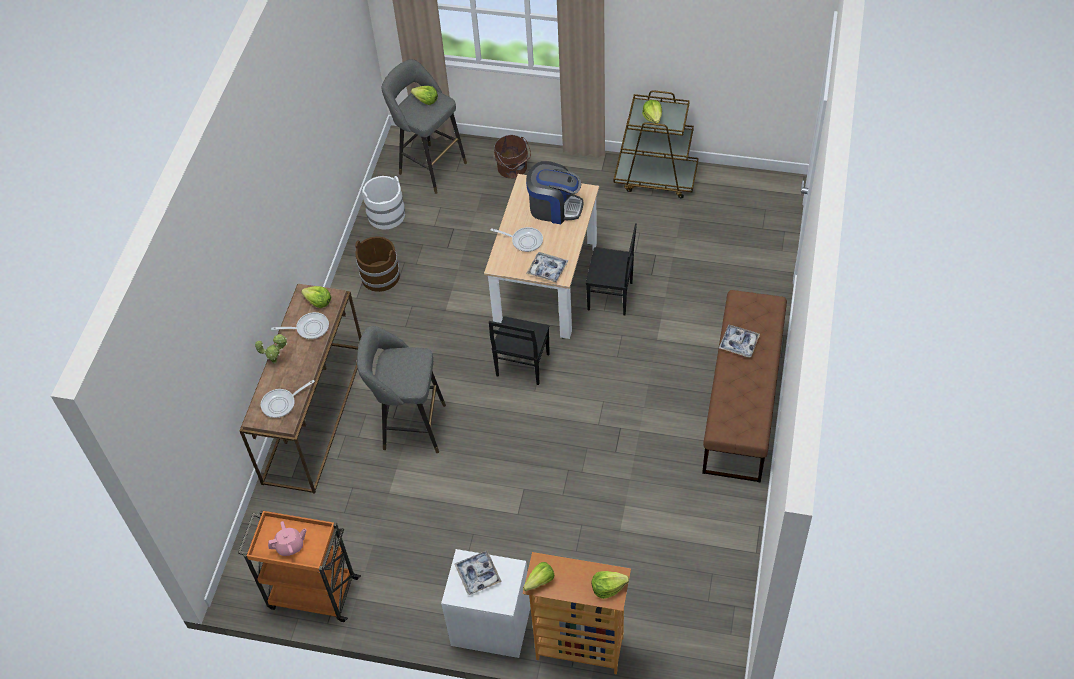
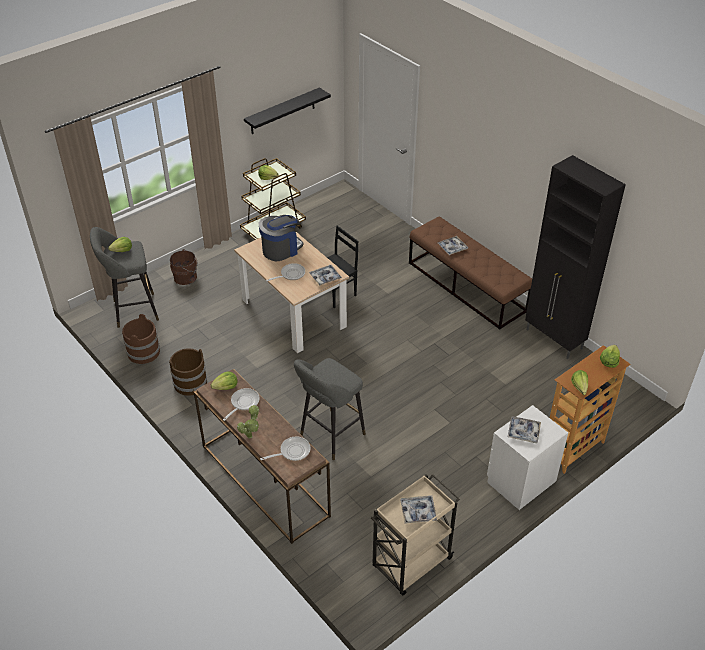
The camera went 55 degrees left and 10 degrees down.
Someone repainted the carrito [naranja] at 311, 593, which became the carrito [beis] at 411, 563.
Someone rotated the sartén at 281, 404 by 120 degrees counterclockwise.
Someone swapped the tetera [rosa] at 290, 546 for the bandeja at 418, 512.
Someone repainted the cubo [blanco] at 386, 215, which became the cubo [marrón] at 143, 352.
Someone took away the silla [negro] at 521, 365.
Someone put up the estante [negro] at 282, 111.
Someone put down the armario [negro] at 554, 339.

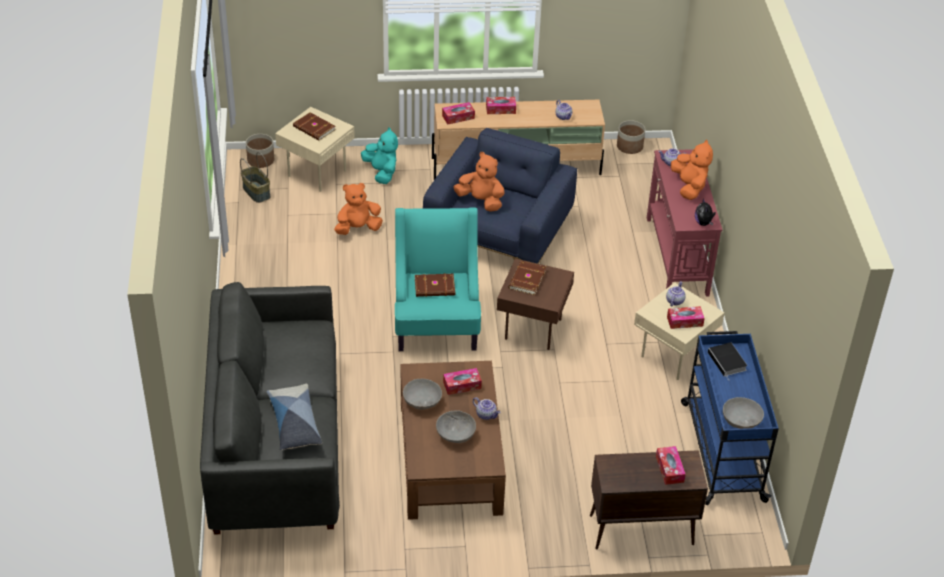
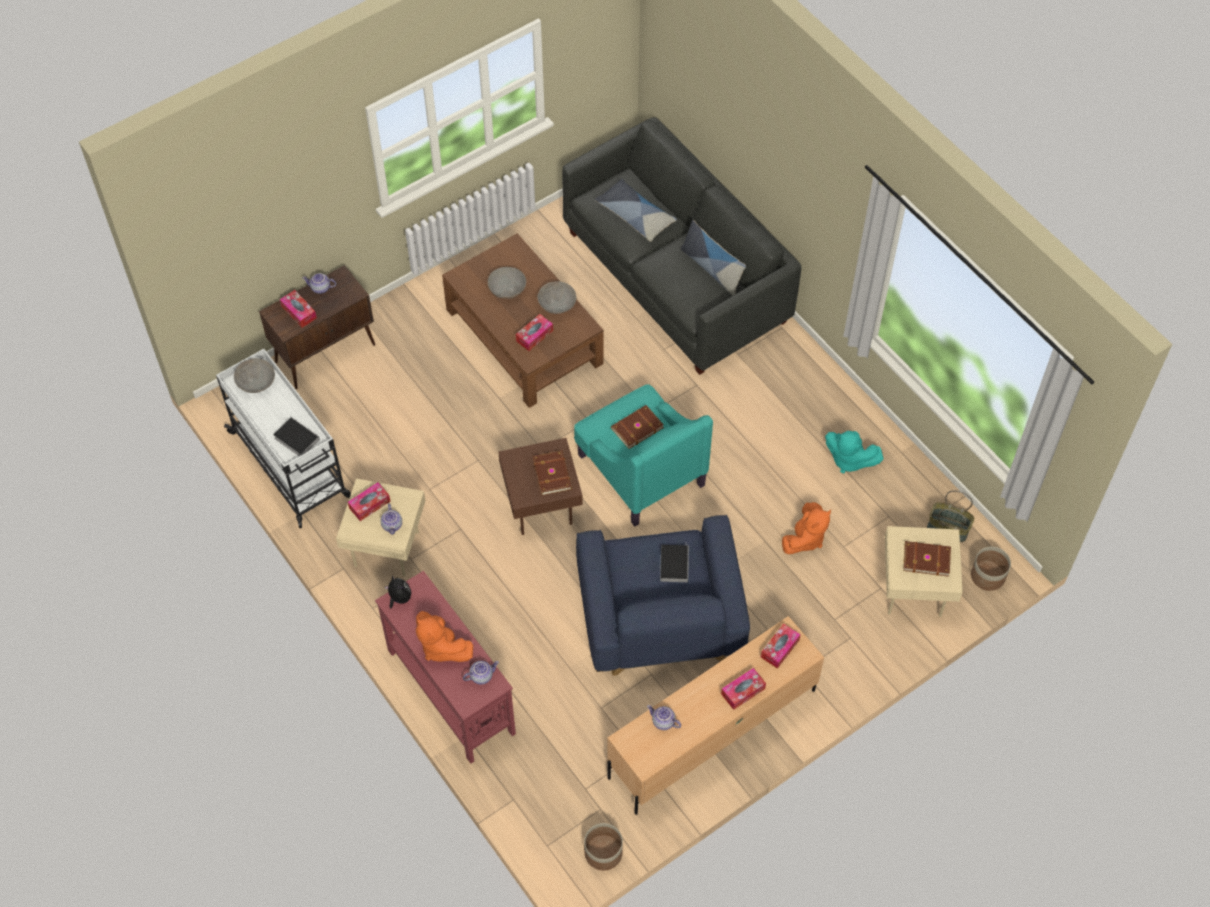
The camera went 150 degrees right and 15 degrees up.
Someone carried the peluche [turquesa] from 381, 172 to 848, 460.
Someone swapped the peluche [naranja] at 481, 201 for the libro at 674, 563.
Someone carried the tetera from 486, 414 to 320, 288.
Someone repainted the carrito [azul] at 722, 450, which became the carrito [blanco] at 291, 466.
Someone put down the cojín at 711, 269.

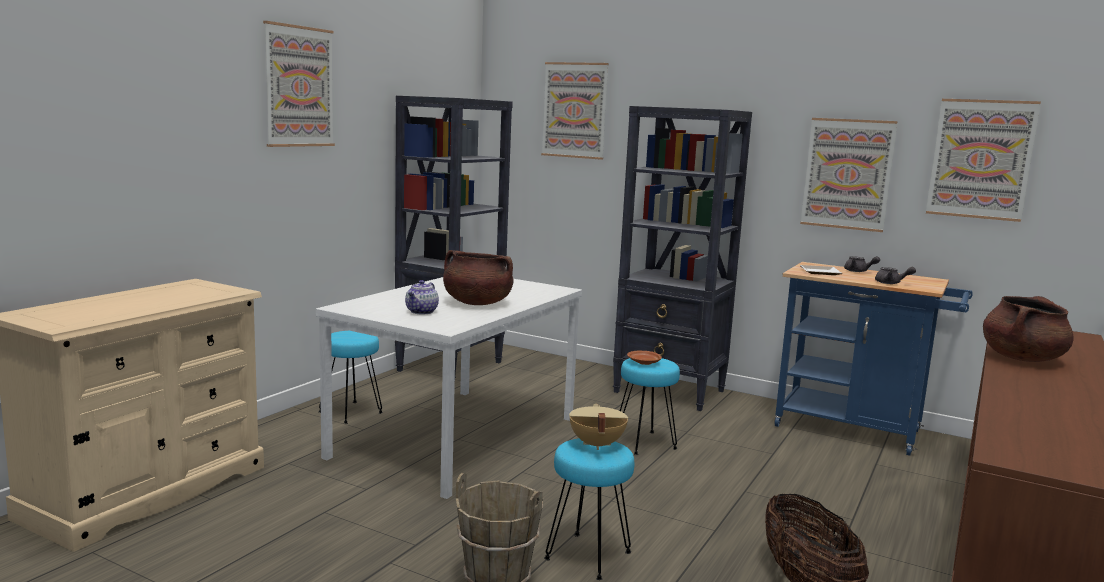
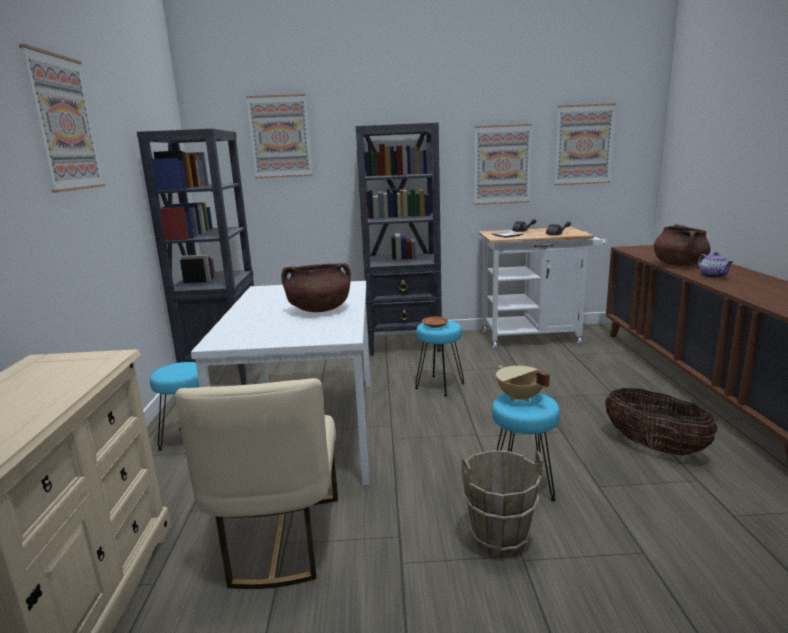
The camera went 30 degrees left and 5 degrees up.
Someone carried the tetera from 421, 312 to 713, 276.
Someone repainted the carrito [azul] at 857, 430, which became the carrito [blanco] at 536, 336.
Someone put down the silla [beis] at 278, 540.

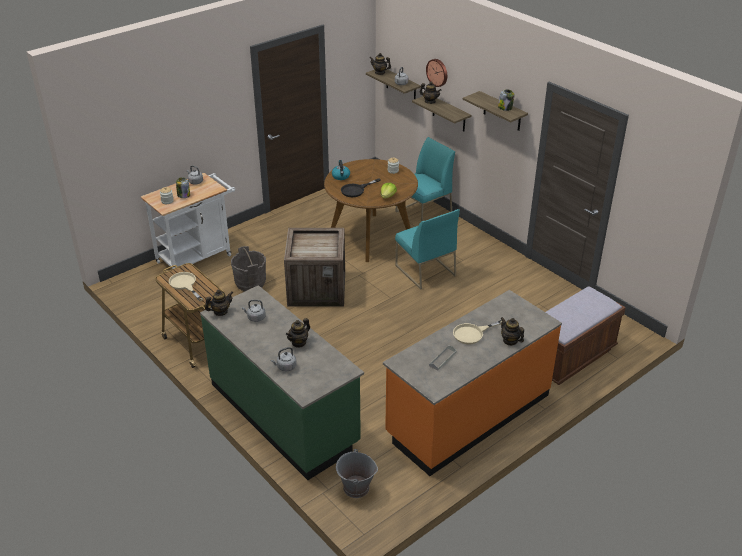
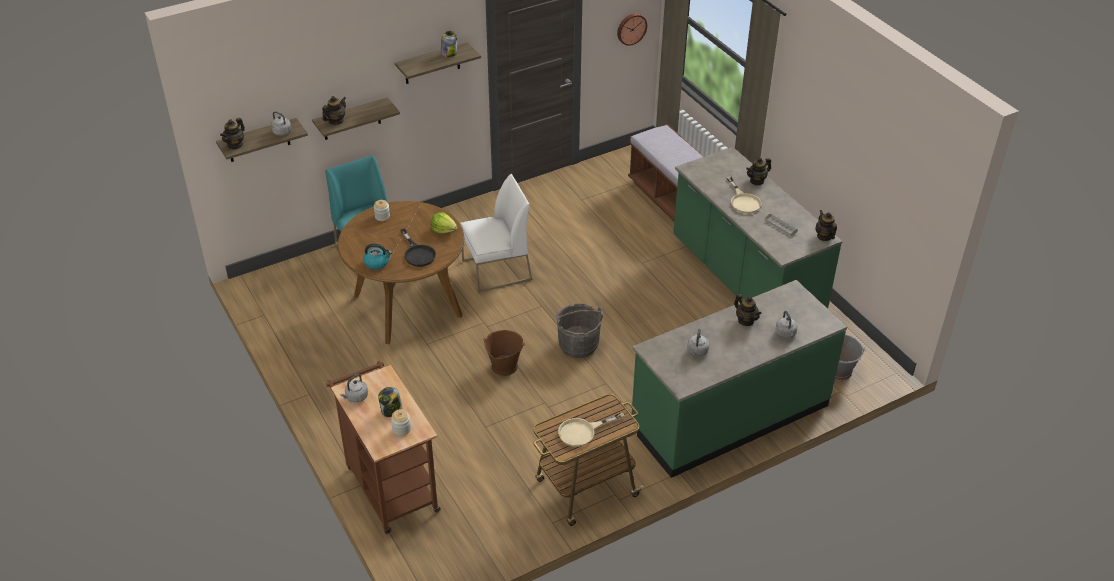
The camera went 80 degrees left and 5 degrees up.
Someone repainted the carrito [blanco] at 198, 257, which became the carrito [marrón] at 389, 485.
Someone carried the tetera from 220, 312 to 824, 236.
Someone carried the cubo [gris] from 250, 283 to 578, 345.
Someone swapped the caja de embalaje at 317, 288 for the cubo [marrón] at 504, 366.
Someone repainted the mueble bajo de cocina [naranja] at 467, 415, which became the mueble bajo de cocina [verde] at 744, 280.
Someone repainted the silla [turquesa] at 424, 270, which became the silla [blanco] at 496, 270.
Someone carried the reloj de pared from 437, 72 to 631, 28.

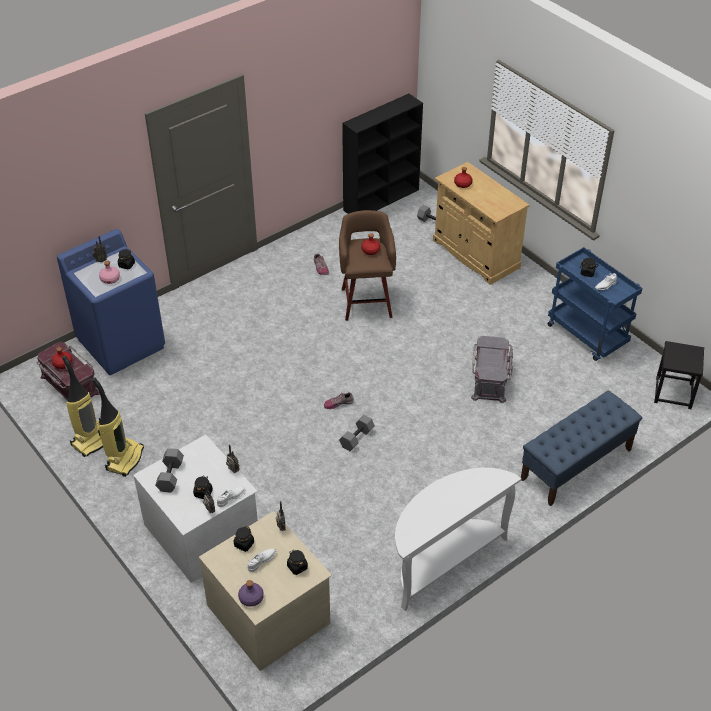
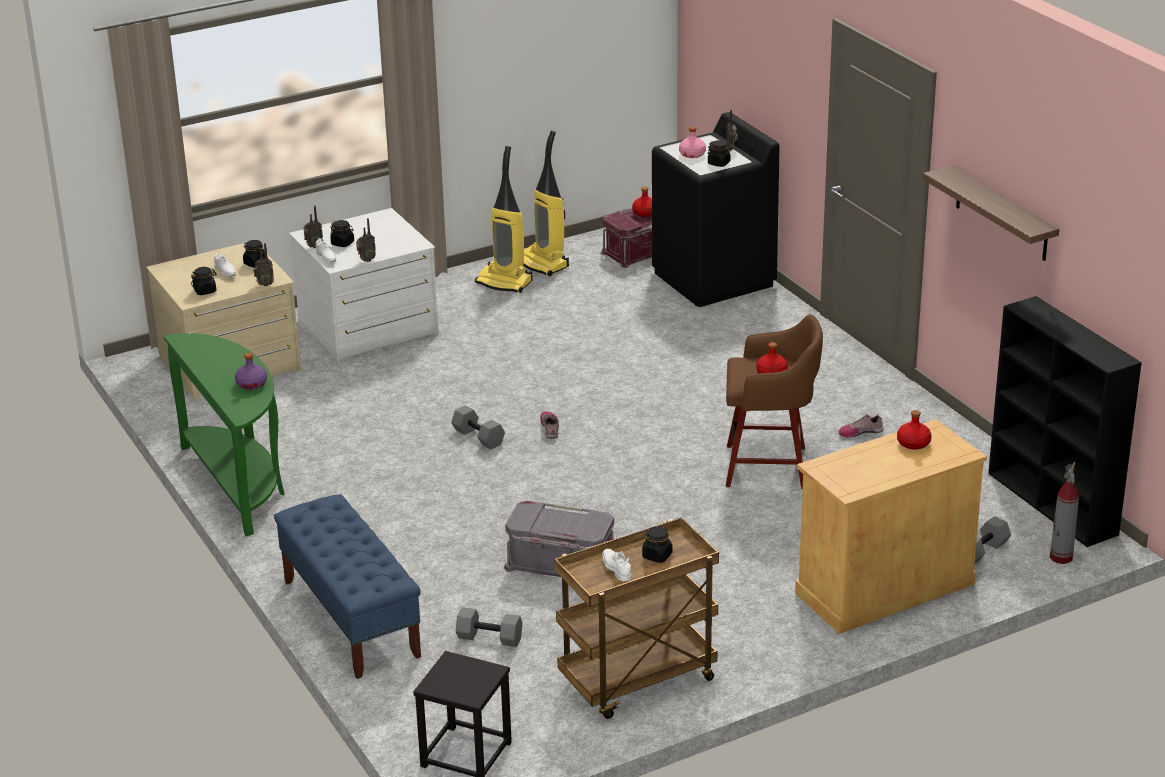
The camera went 100 degrees right and 15 degrees down.
Someone repainted the lavadora [azul] at 121, 343, which became the lavadora [negro] at 714, 279.
Someone carried the mancuerna [gris] from 171, 476 to 488, 638.
Someone carried the botella [morado] from 251, 598 to 251, 384.
Someone repainted the mesa consola [blanco] at 444, 561, which became the mesa consola [verde] at 238, 484.
Someone repainted the carrito [azul] at 587, 335, which became the carrito [marrón] at 637, 682.
Someone put up the estante at 1001, 214.
Someone put down the extintor at 1061, 557.

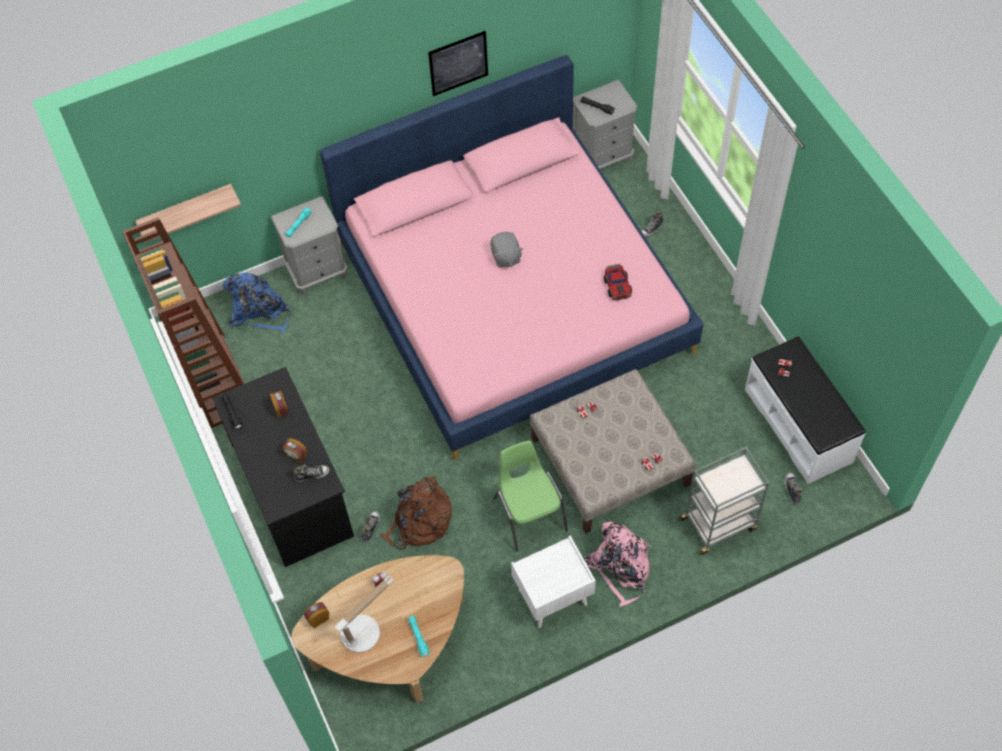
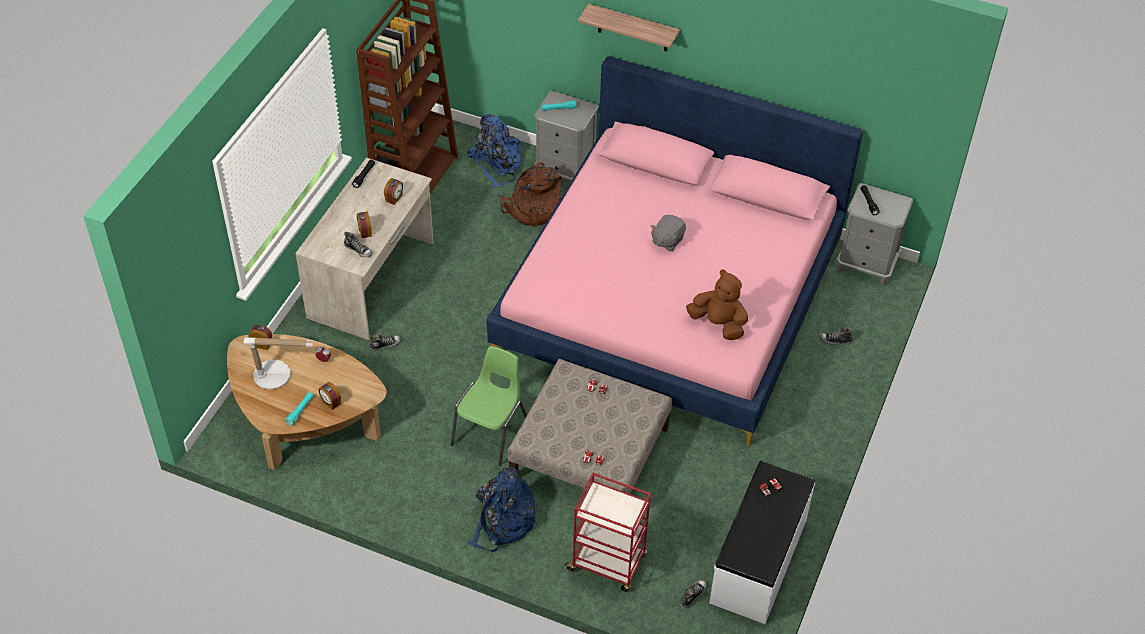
The camera went 45 degrees right and 10 degrees down.
Someone carried the estante from 186, 211 to 633, 28.
Someone repainted the escritorio [negro] at 293, 489, which became the escritorio [beis] at 372, 280.
Someone carried the mochila [marrón] from 419, 522 to 532, 209.
Someone took away the cuadro at 458, 63.
Someone took away the mesita de noche [blanco] at 552, 598.
Someone repainted the mochila [rosa] at 621, 567, which became the mochila [azul] at 502, 522.
Someone swapped the coche de juguete at 617, 286 for the peluche [marrón] at 718, 324.
Someone repainted the carrito [gris] at 719, 523, which became the carrito [rojo] at 608, 563.
Someone put down the despertador at 330, 402.

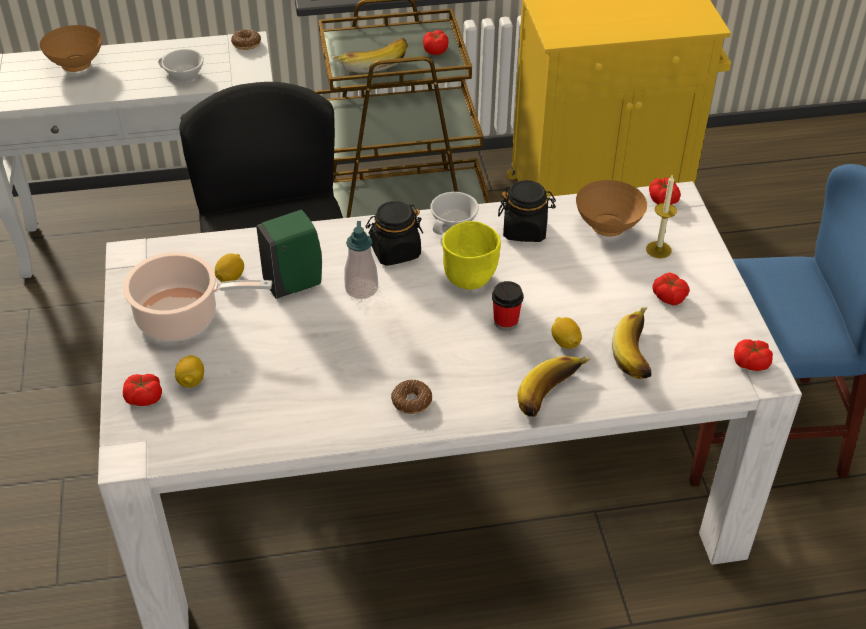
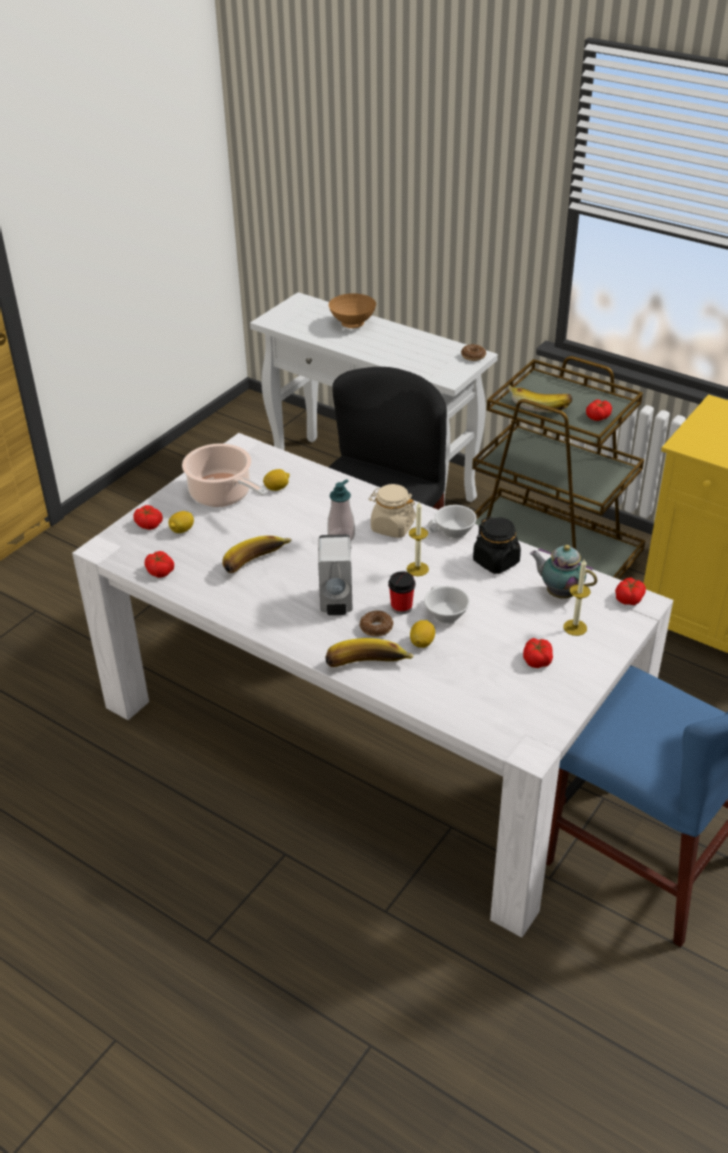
The camera went 45 degrees right and 5 degrees down.
Someone carried the taza [blanco] from 182, 76 to 444, 614.
Someone took away the dispensador de jabón [verde] at 295, 283.
Someone repainted the tarro [negro] at 395, 251, which became the tarro [beis] at 392, 527.
Someone carried the rosquilla from 412, 401 to 376, 628.
Someone swapped the cuenco [amarillo] at 470, 277 for the vela at 417, 569.
Someone swapped the cuenco [marrón] at 608, 227 for the tetera at 559, 593.
Someone carried the plátano from 640, 354 to 257, 564.
Someone carried the tomate from 751, 362 to 160, 571.
Someone put down the dispensador de jabón [blanco] at 336, 603.

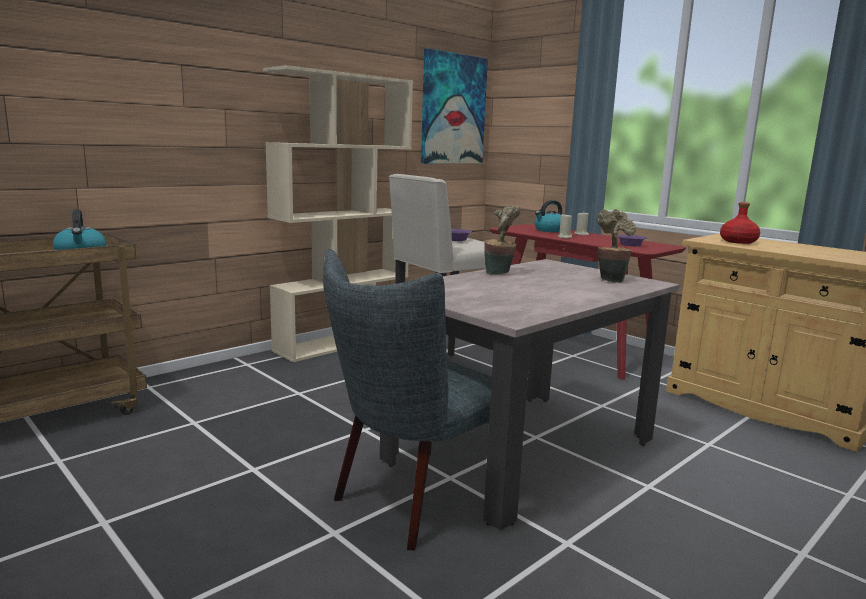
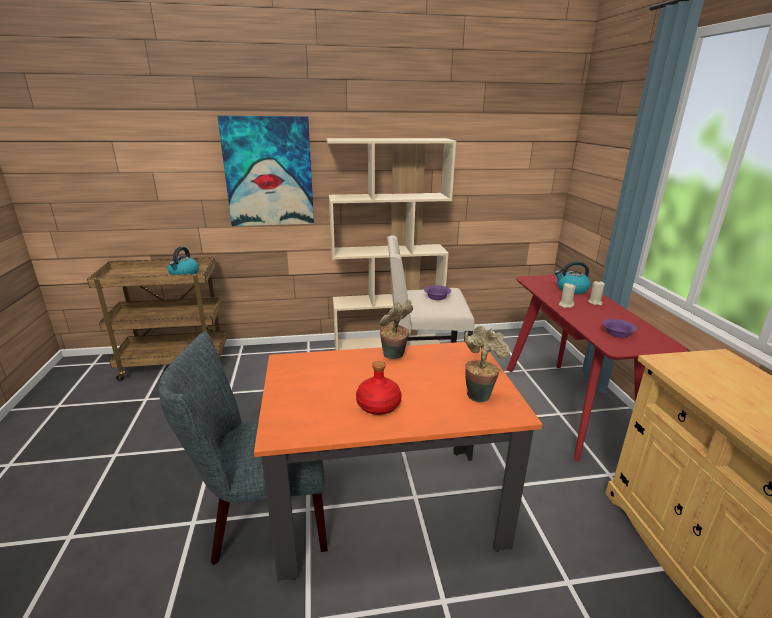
The camera went 35 degrees right and 10 degrees up.
Someone repainted the mesa de comedor [beis] at 522, 450, which became the mesa de comedor [naranja] at 387, 506.
Someone carried the cuadro from 453, 109 to 269, 172.
Someone carried the botella [rojo] from 738, 241 to 379, 405.

